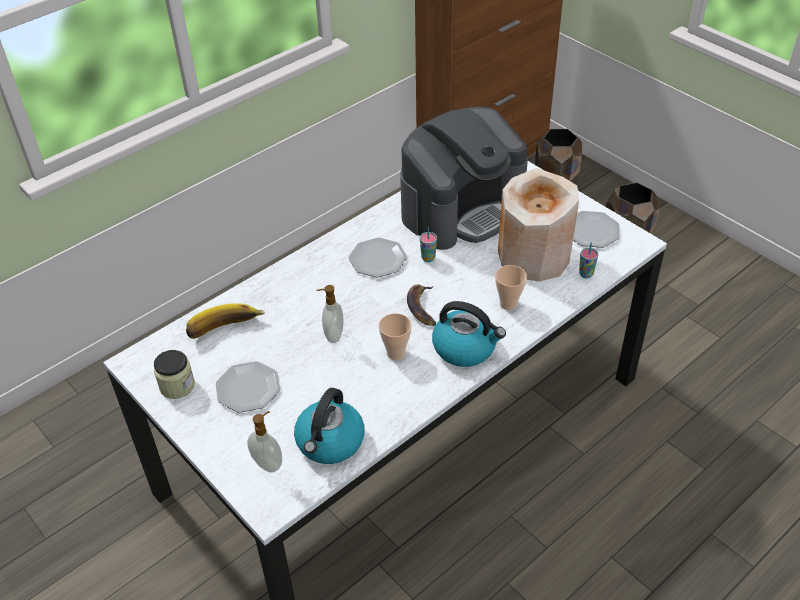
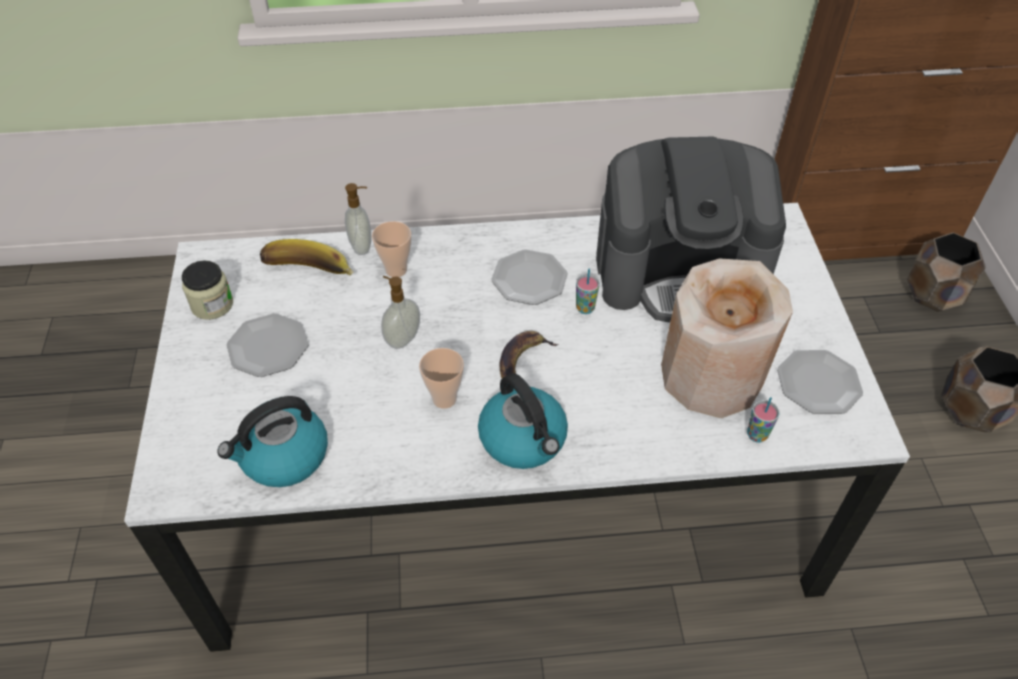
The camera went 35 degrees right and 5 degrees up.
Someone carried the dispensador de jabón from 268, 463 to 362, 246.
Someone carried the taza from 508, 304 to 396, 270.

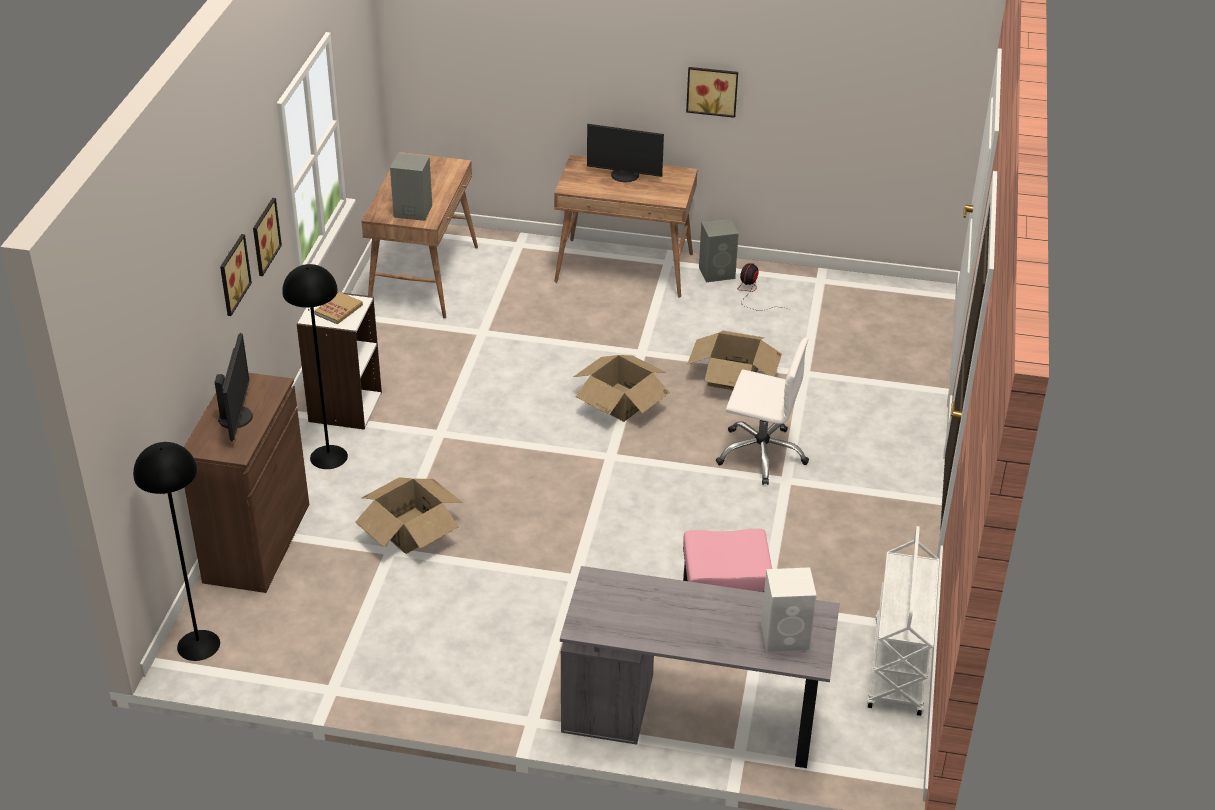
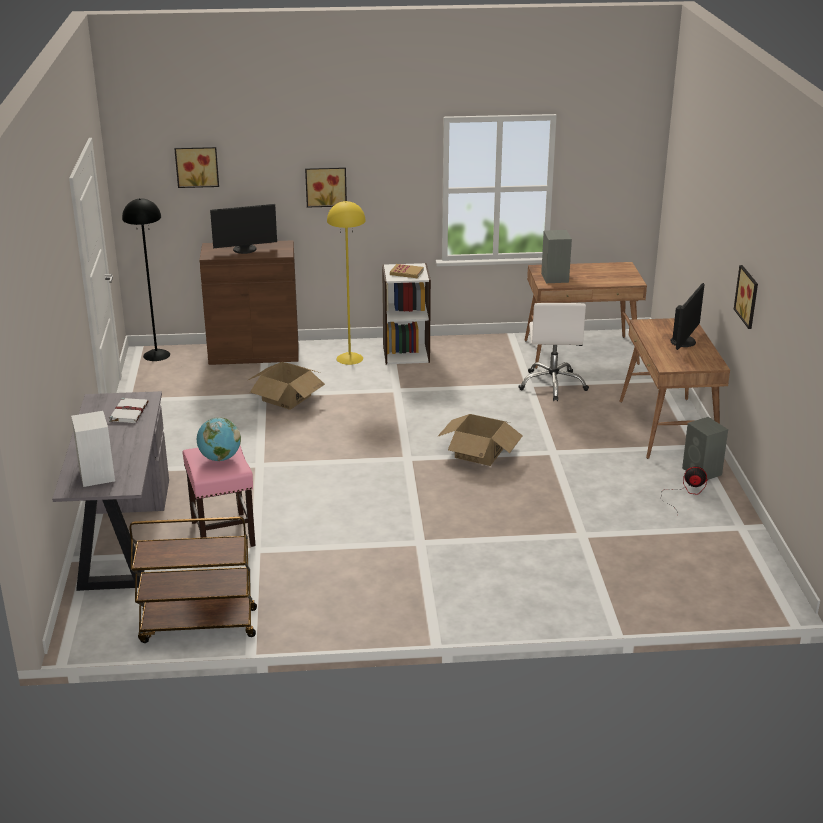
The camera went 75 degrees right and 10 degrees down.
Someone carried the cuadro from 263, 236 to 197, 166.
Someone repainted the lámpara de pie [negro] at 328, 456, which became the lámpara de pie [amarillo] at 350, 358.
Someone rotated the monitor at 624, 176 by 150 degrees counterclockwise.
Someone took away the caja de cartón at 733, 376.
Someone carried the silla de oficina [blanco] from 761, 454 to 553, 385.
Someone repainted the carrito [blanco] at 898, 668, which became the carrito [marrón] at 197, 626.
Someone put down the libro [blanco] at 129, 412.
Someone put down the globo terráqueo at 220, 458.

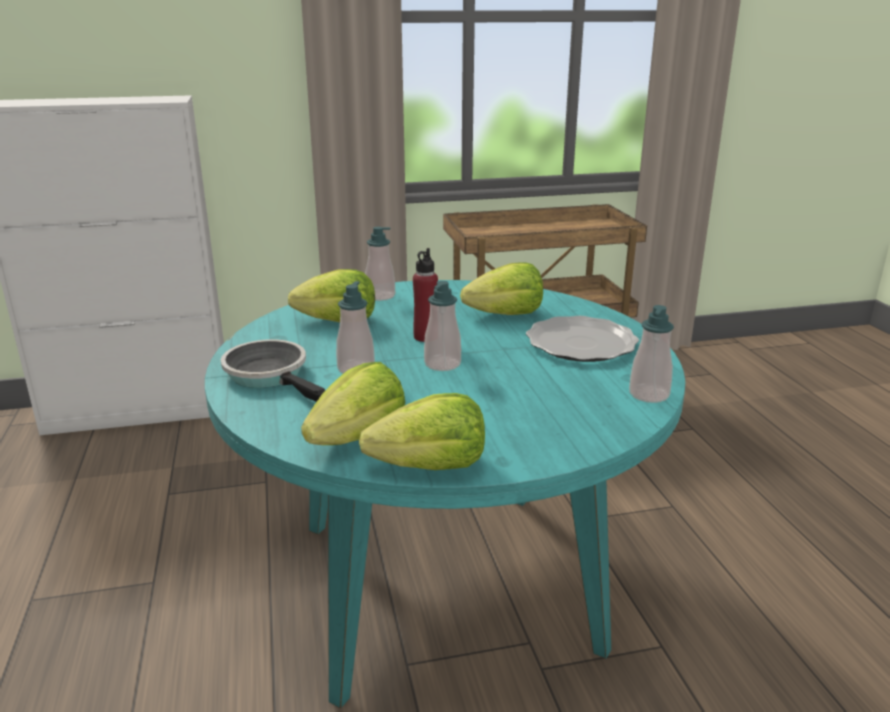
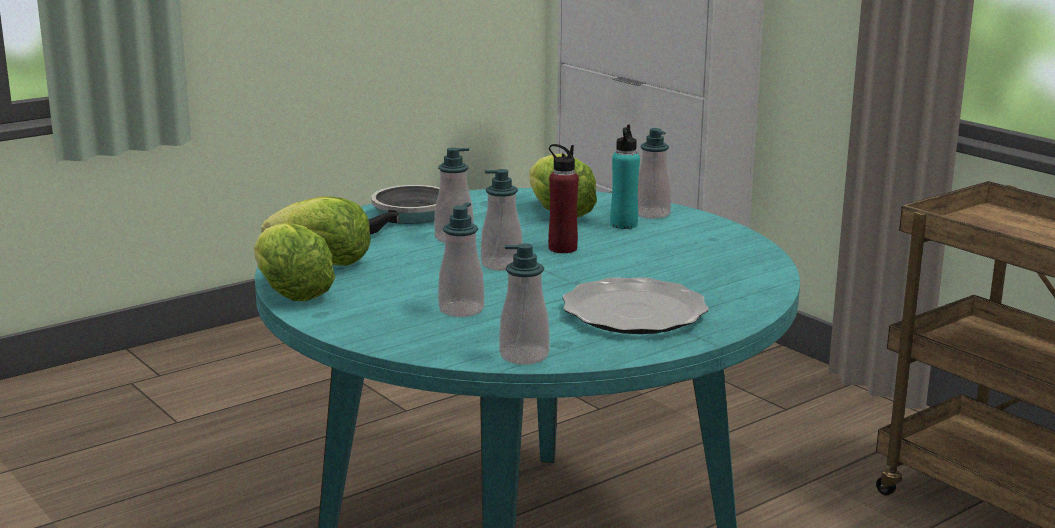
The camera went 65 degrees right and 5 degrees down.
Someone took away the lechuga at 506, 314.
Someone put down the dispensador de jabón at 461, 310.
Someone put down the botella [turquesa] at 623, 224.

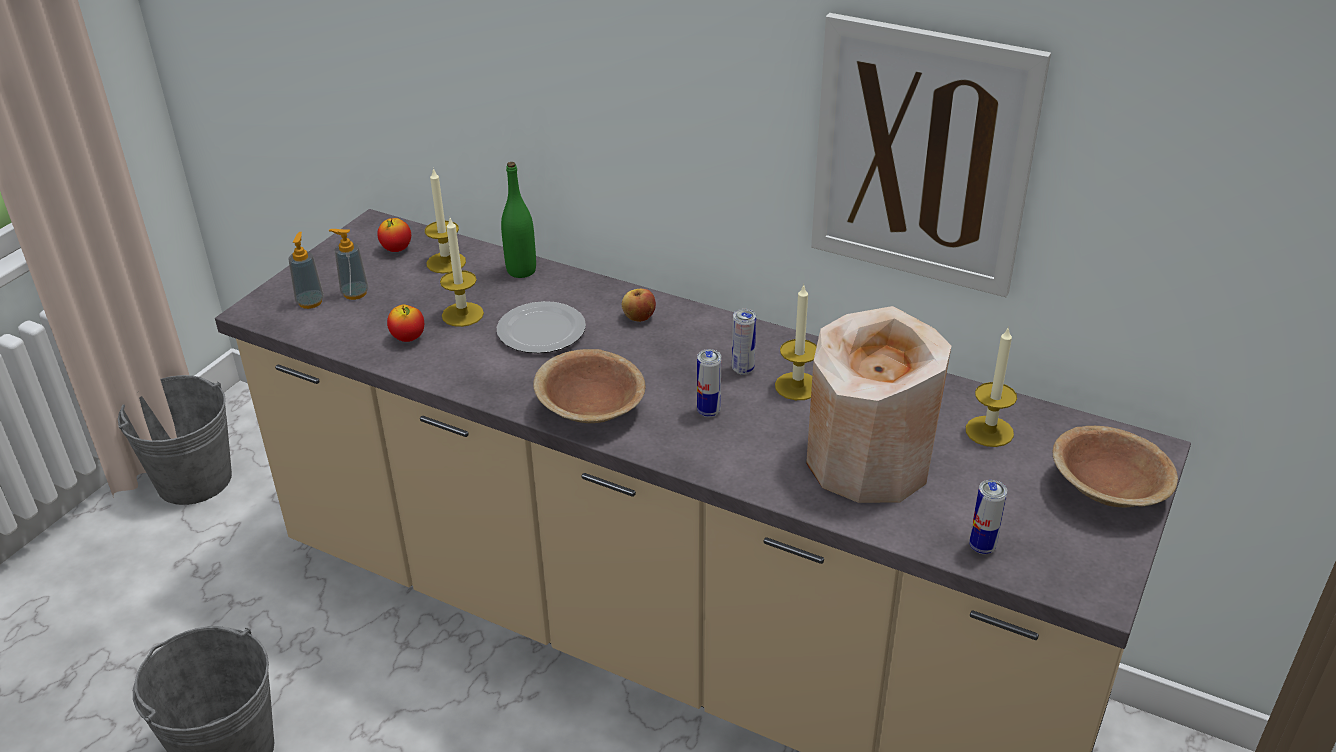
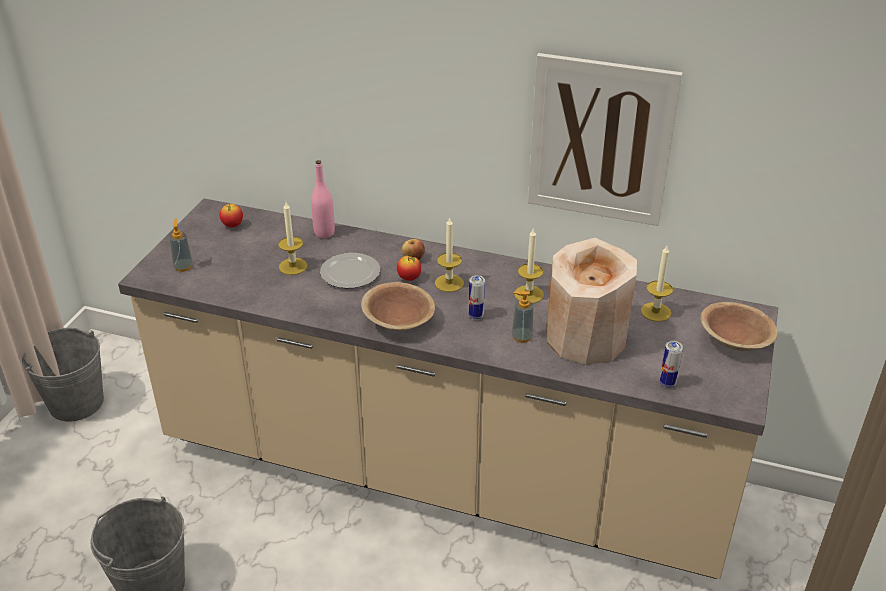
The camera went 10 degrees left and 0 degrees up.
Someone carried the dispensador de jabón from 355, 293 to 522, 337.
Someone carried the manzana from 408, 338 to 409, 278.
Someone carried the vela from 446, 262 to 449, 283.
Someone repainted the botella [verde] at 521, 271, which became the botella [rosa] at 324, 233.
Someone took away the lata at 743, 369.

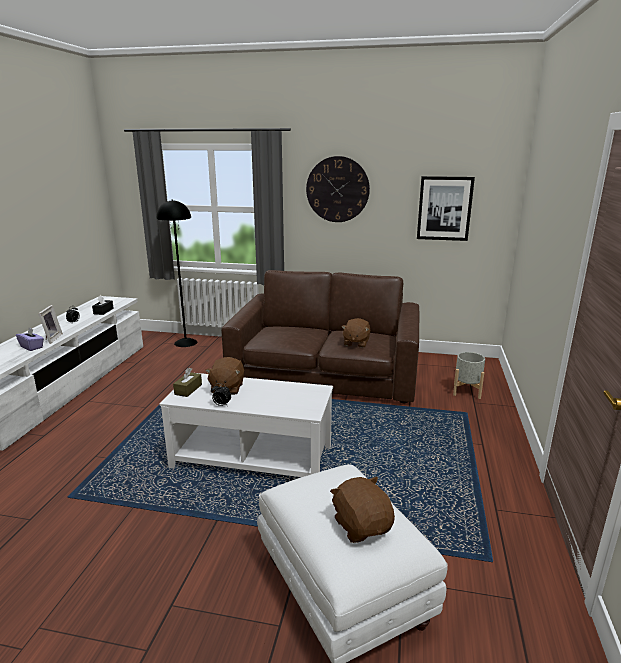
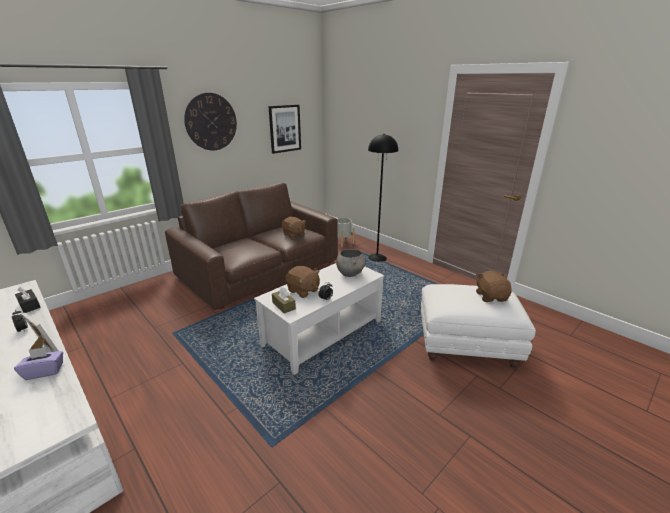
The camera went 55 degrees left and 5 degrees up.
Someone carried the lámpara de pie [negro] from 186, 342 to 377, 258.
Someone rotated the peluche [marrón] at 362, 526 by 75 degrees clockwise.
Someone put down the cuenco [gris] at 350, 273.

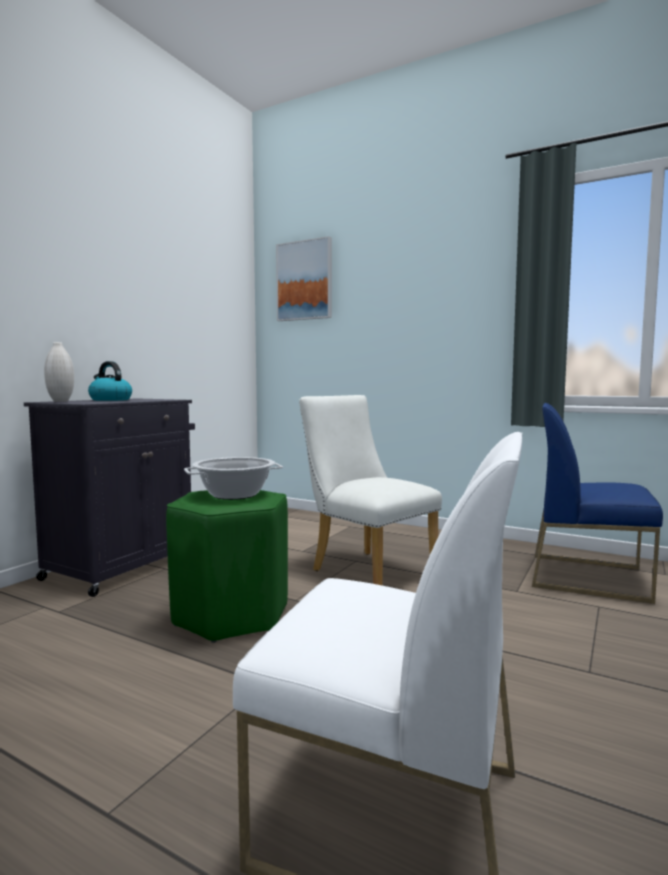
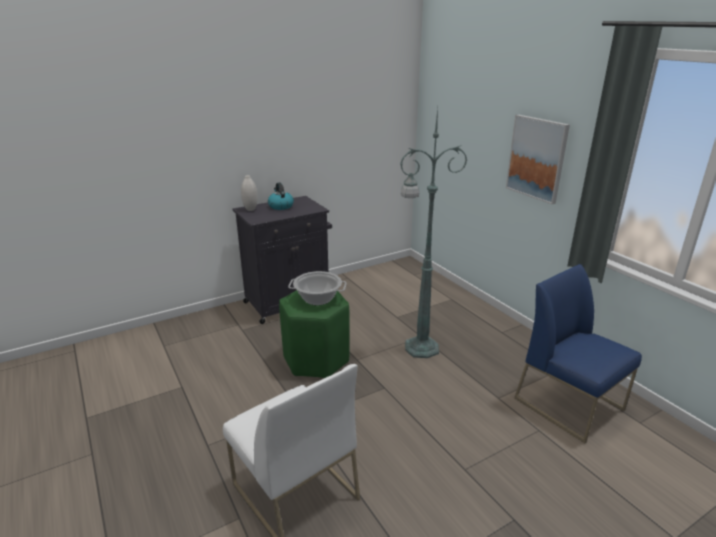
The camera went 30 degrees right and 20 degrees up.
Someone carried the cuadro from 304, 280 to 537, 158.
Someone swapped the silla [blanco] at 366, 570 for the lámpara de pie [verde] at 419, 348.

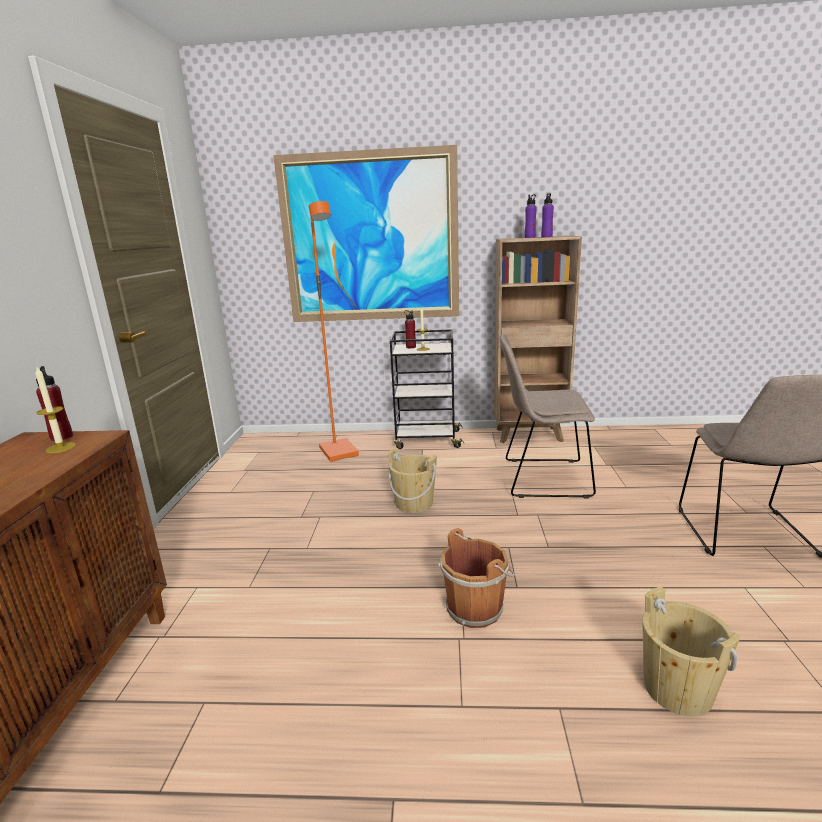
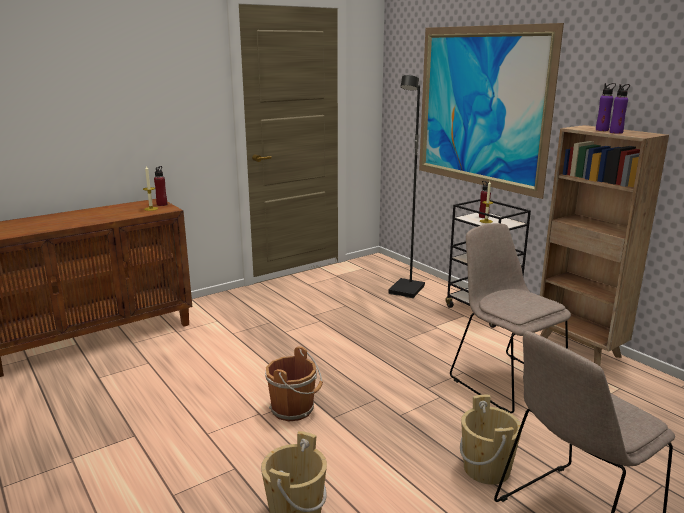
The camera went 50 degrees right and 0 degrees up.
Someone repainted the lámpara de pie [naranja] at 340, 452, which became the lámpara de pie [negro] at 407, 290.
Someone carried the cubo [beis] from 414, 503 to 486, 469.

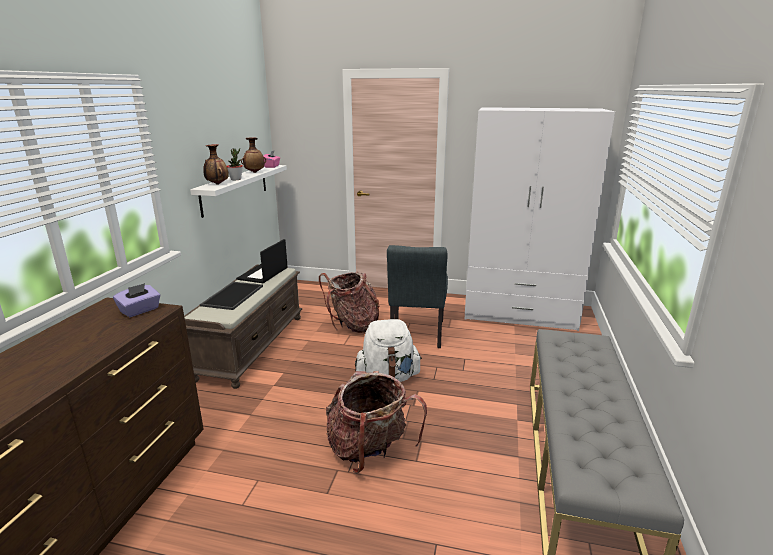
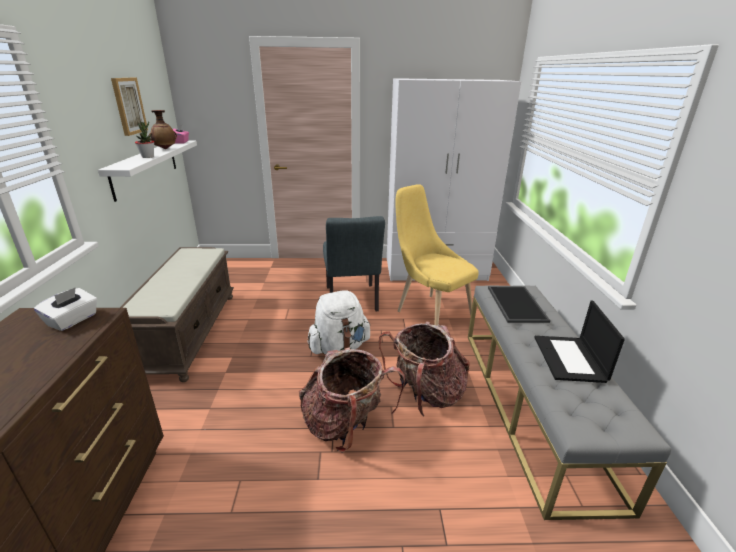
The camera went 15 degrees left and 5 degrees up.
Someone repainted the caja de pañuelos [morado] at 140, 310, which became the caja de pañuelos [blanco] at 73, 320.
Someone carried the bandeja from 232, 295 to 515, 303.
Someone took away the florero at 217, 184.
Someone carried the portátil from 263, 274 to 570, 359.
Someone carried the mochila from 353, 325 to 425, 394.
Someone put up the cuadro at 128, 106.
Someone put down the silla [amarillo] at 430, 312.

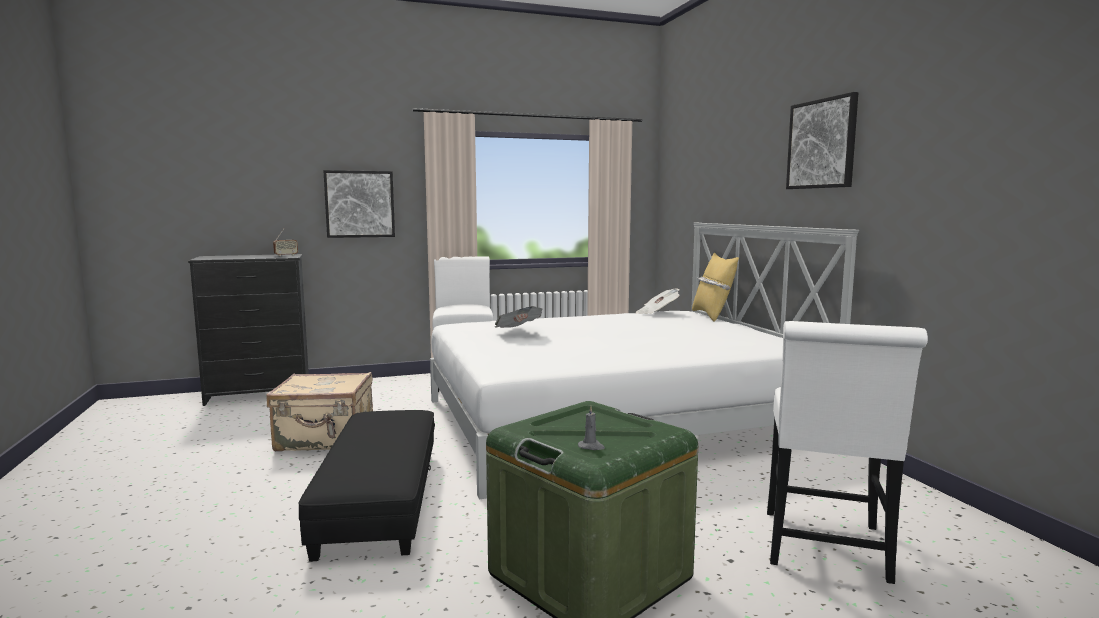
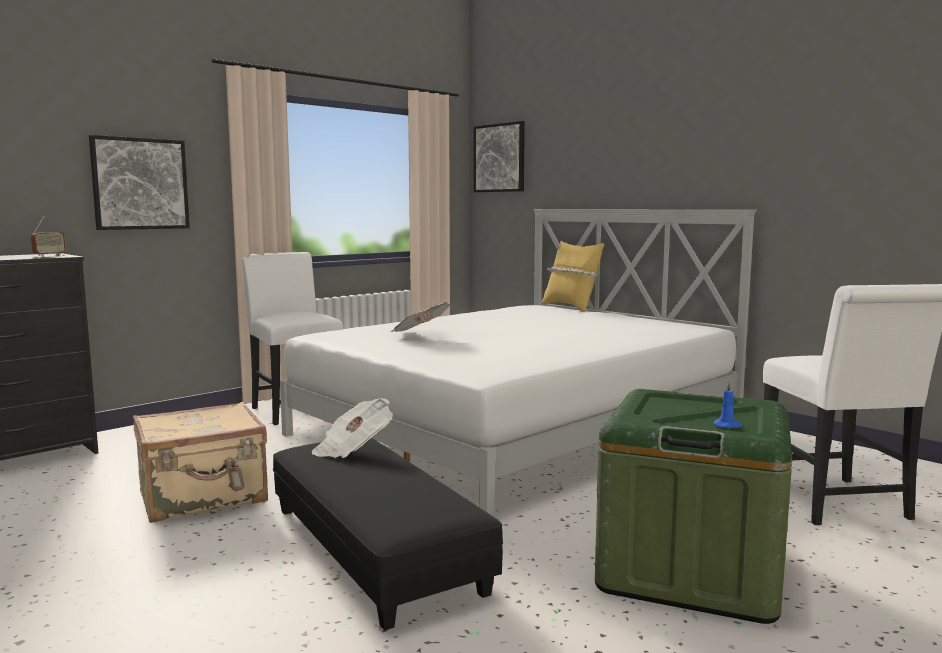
The camera went 25 degrees left and 0 degrees up.
Someone repainted the vela [gris] at 591, 447, which became the vela [azul] at 728, 426.
Someone carried the periódico from 657, 313 to 352, 449.
Someone carried the cuadro from 822, 144 to 499, 158.

